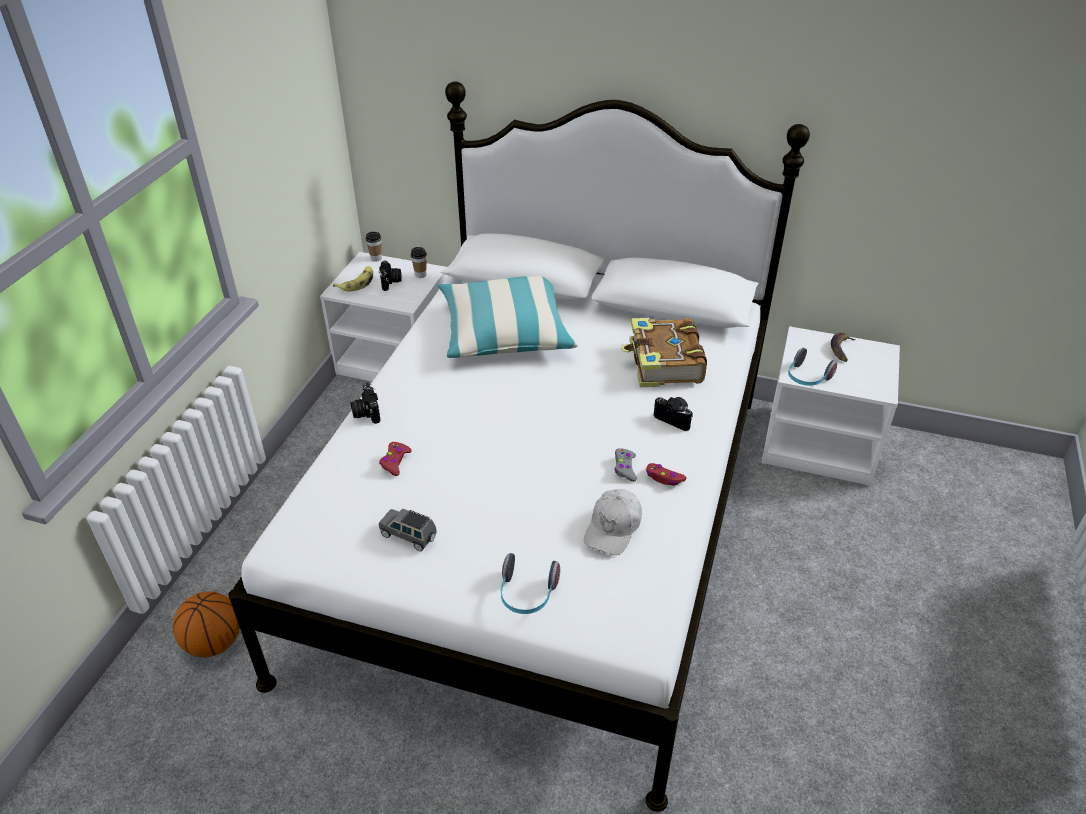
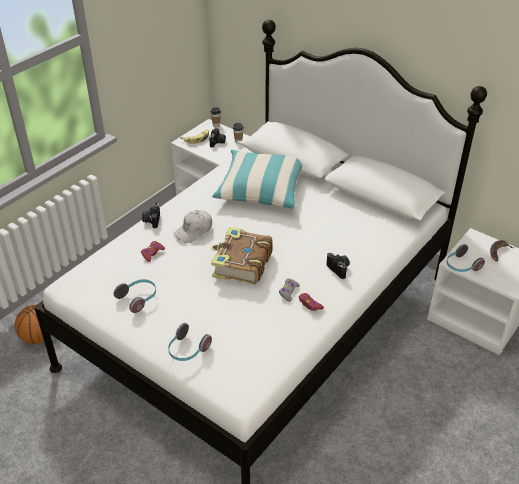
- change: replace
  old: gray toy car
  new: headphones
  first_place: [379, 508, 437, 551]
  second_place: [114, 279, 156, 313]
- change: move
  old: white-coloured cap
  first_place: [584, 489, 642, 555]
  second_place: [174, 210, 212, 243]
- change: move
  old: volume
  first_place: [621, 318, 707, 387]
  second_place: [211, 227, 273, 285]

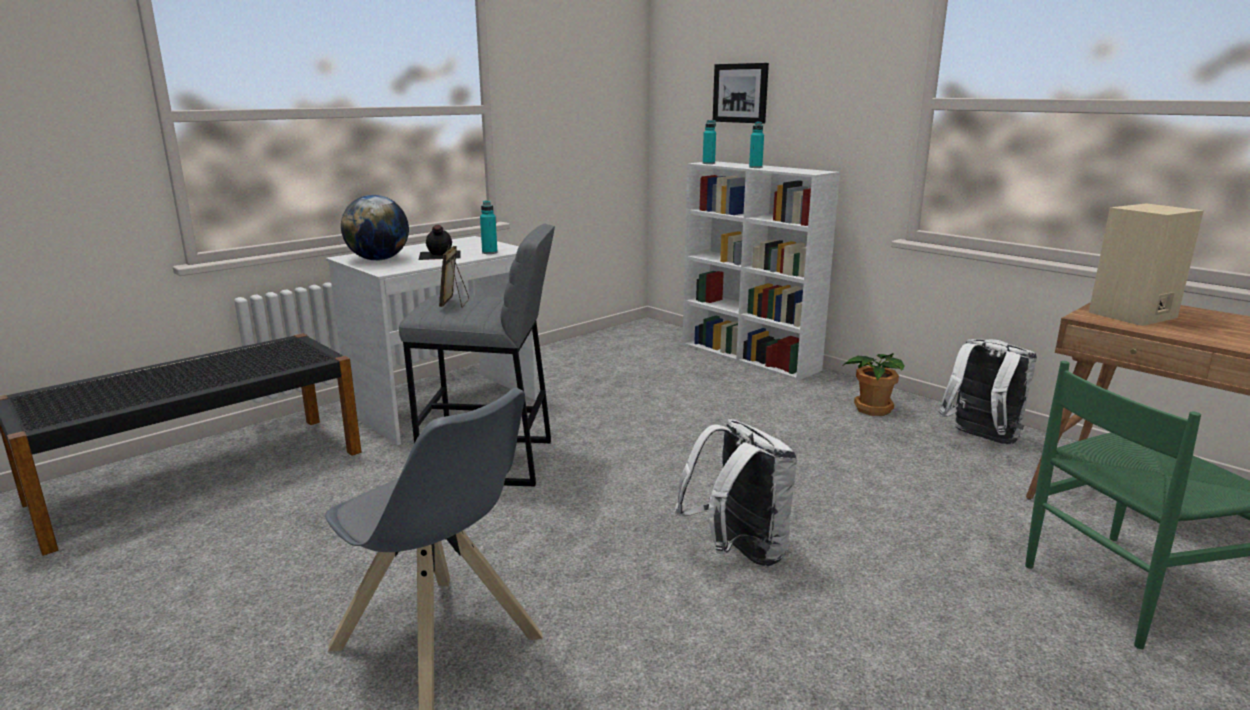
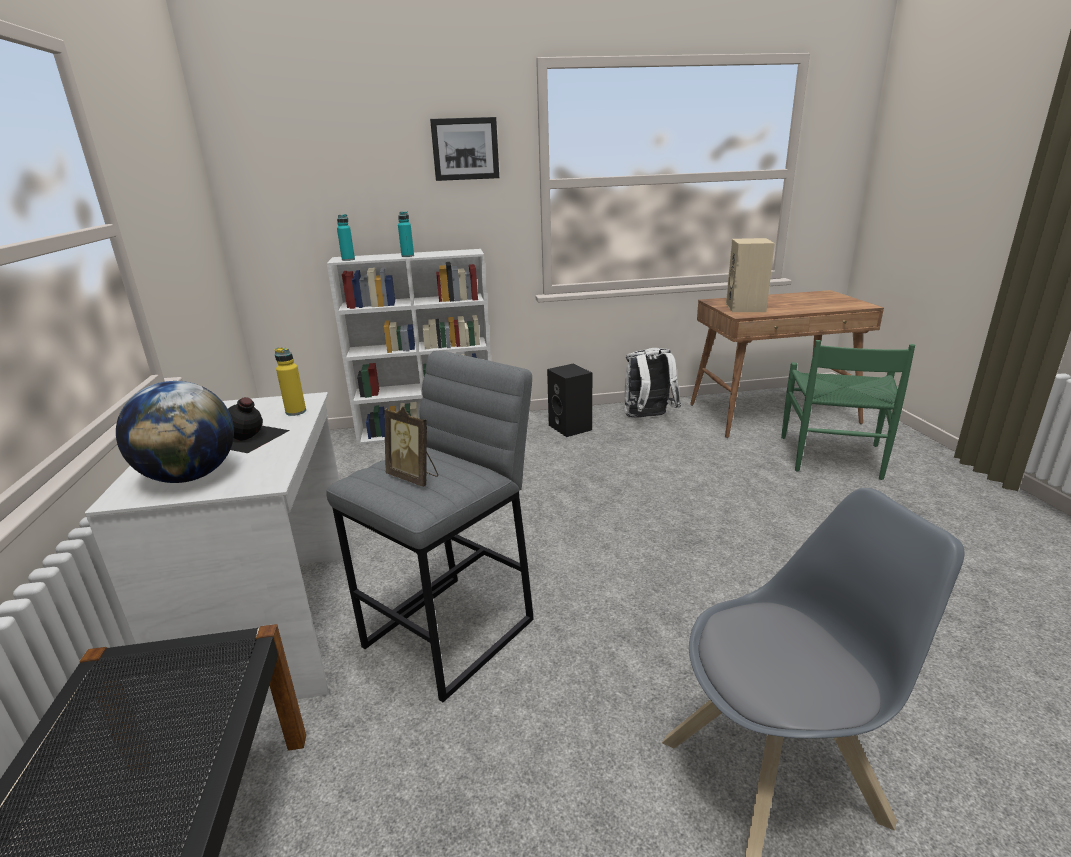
- change: recolor
  old: turquoise-coloured beverage bottle
  new: yellow-coloured beverage bottle
  first_place: [480, 200, 497, 254]
  second_place: [274, 348, 306, 416]
- change: move
  old: wall art
  first_place: [713, 63, 769, 124]
  second_place: [430, 117, 499, 181]
- change: replace
  old: potted plant
  new: black speaker
  first_place: [844, 353, 905, 416]
  second_place: [547, 364, 592, 437]
- change: delete
  old: white-coloured knapsack
  first_place: [675, 419, 797, 567]

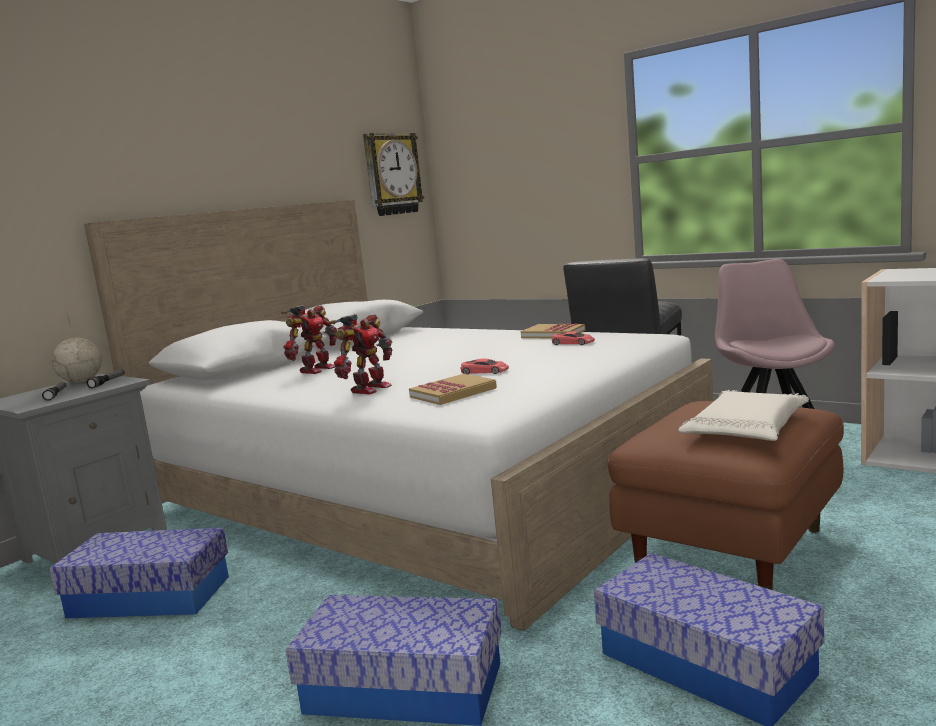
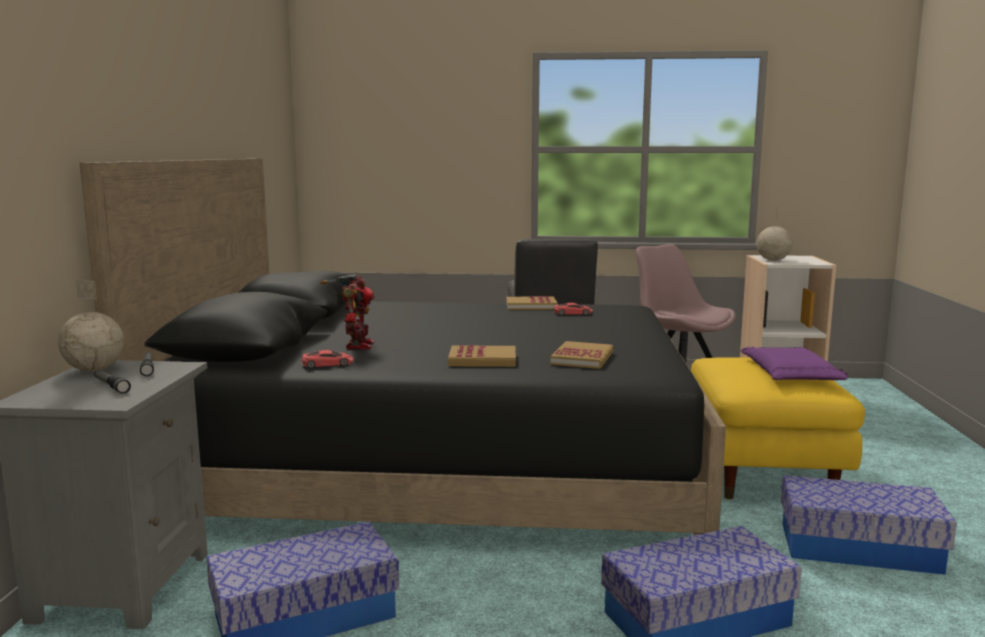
- change: recolor
  old: white-coloured bedroom bed
  new: black bedroom bed
  first_place: [84, 200, 713, 631]
  second_place: [80, 159, 726, 535]
- change: move
  old: reddish toy car
  first_place: [460, 359, 509, 374]
  second_place: [302, 350, 354, 368]
- change: replace
  old: toy robot
  new: volume
  first_place: [329, 314, 392, 395]
  second_place: [448, 345, 516, 367]
- change: recolor
  old: brownish footrest
  new: yellow-coloured footrest
  first_place: [607, 401, 844, 590]
  second_place: [691, 357, 865, 500]
- change: recolor
  old: white-coloured throw pillow
  new: purple-coloured throw pillow
  first_place: [678, 390, 809, 441]
  second_place: [741, 347, 848, 380]
- change: insert
  new: globe
  second_place: [756, 209, 793, 261]
- change: delete
  old: clock on the wall
  first_place: [363, 133, 425, 216]

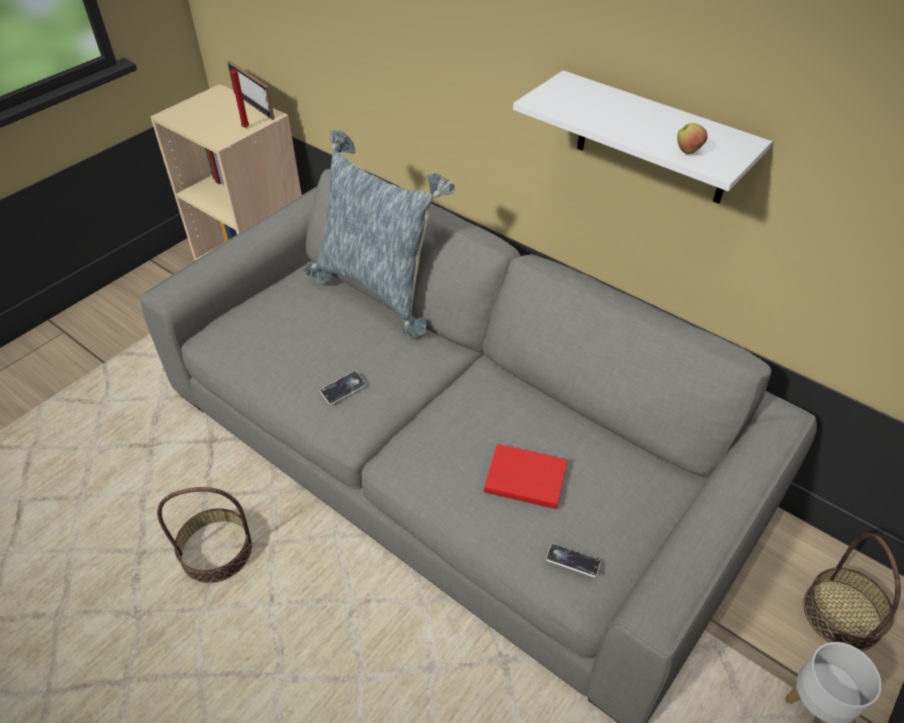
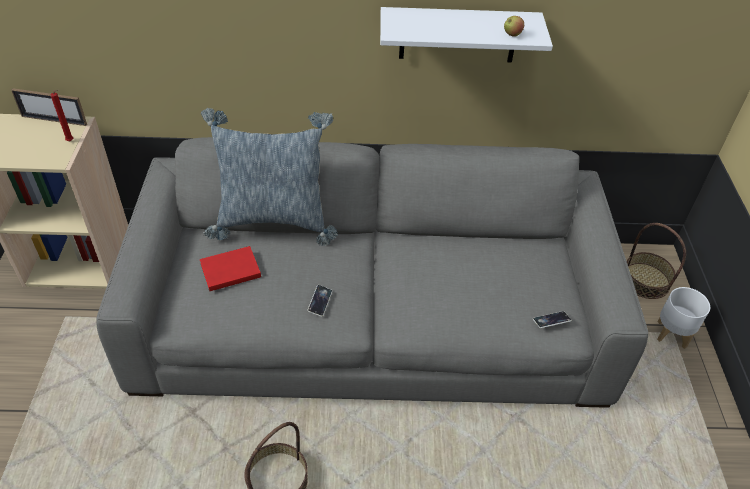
- change: move
  old: reddish volume
  first_place: [484, 444, 567, 509]
  second_place: [200, 246, 261, 291]

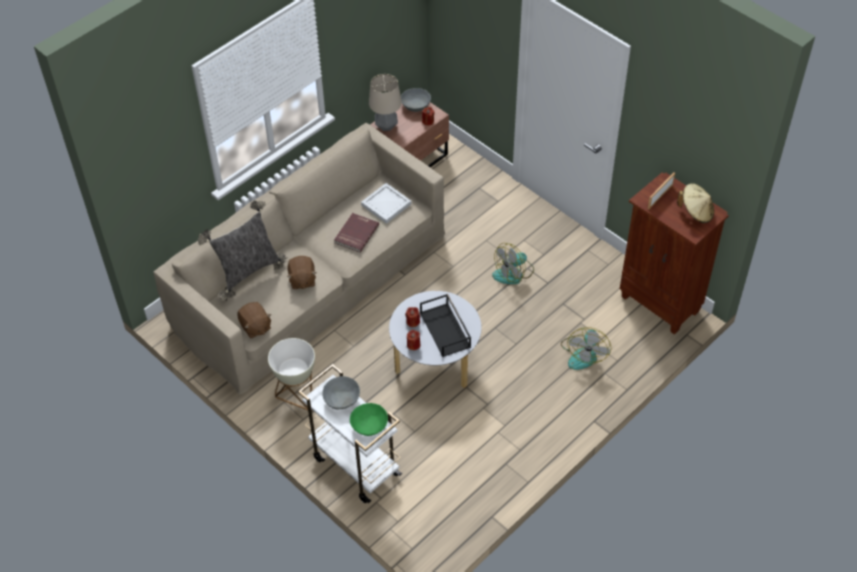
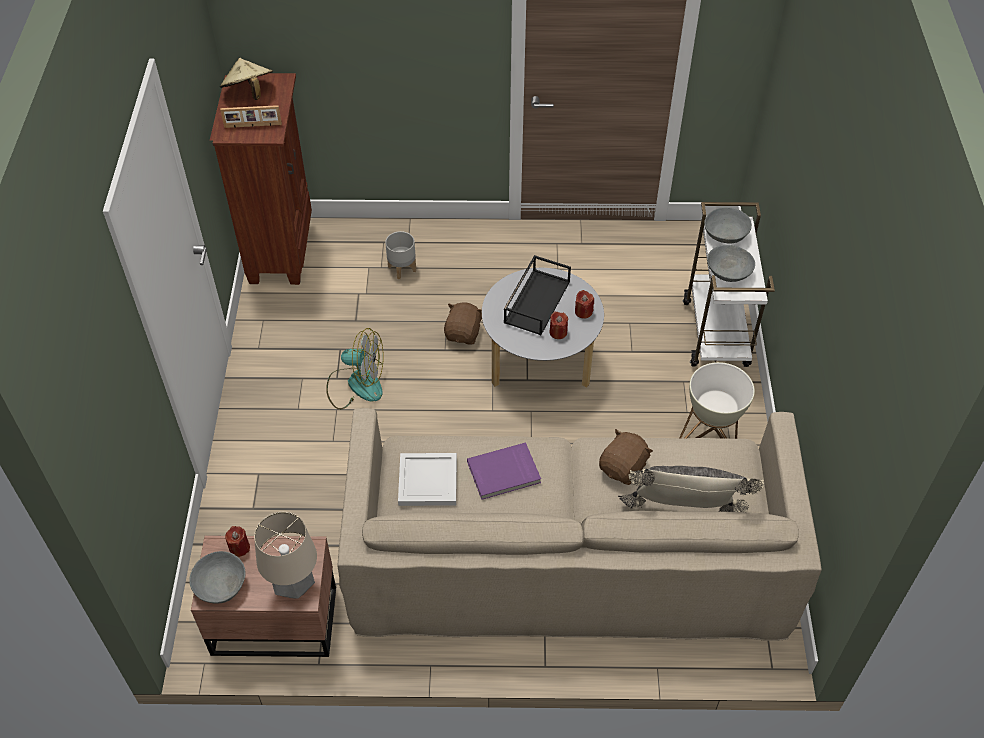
- change: replace
  old: cooling fan
  new: gray planter
  first_place: [561, 327, 611, 370]
  second_place: [385, 231, 416, 279]
- change: move
  old: brownish plush toy
  first_place: [237, 302, 272, 338]
  second_place: [444, 302, 482, 345]
- change: recolor
  old: reddish volume
  new: purple-coloured volume
  first_place: [334, 213, 379, 253]
  second_place: [467, 443, 541, 500]
- change: recolor
  old: green-coloured bowl
  new: gray bowl
  first_place: [350, 403, 388, 436]
  second_place: [704, 207, 752, 243]

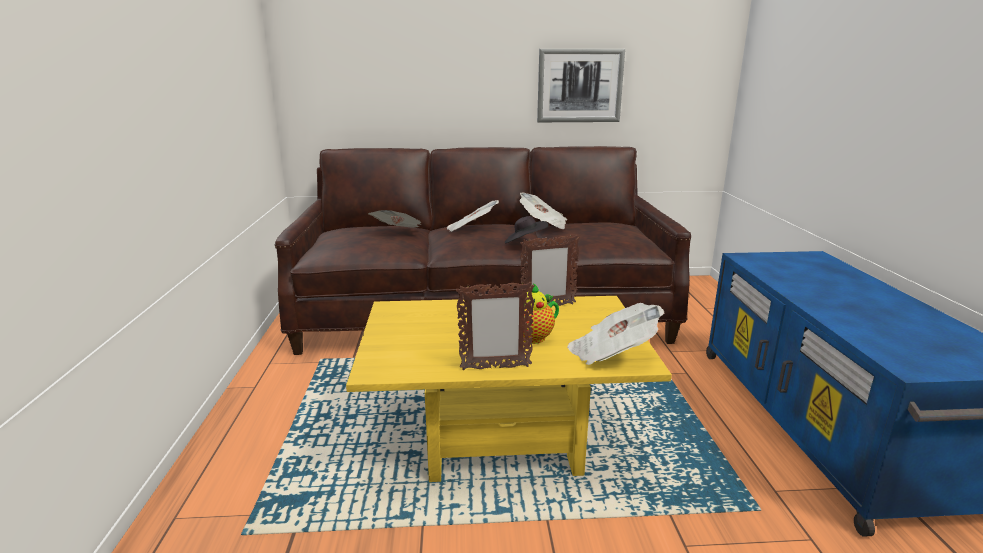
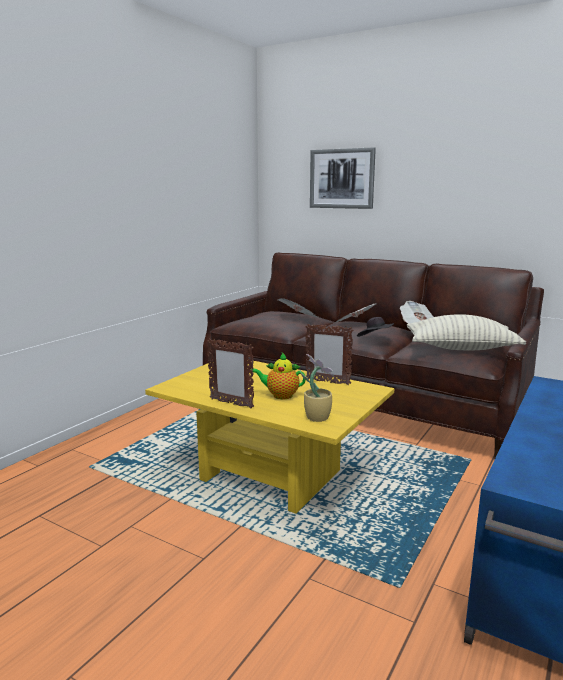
- change: replace
  old: daily paper
  new: potted plant
  first_place: [567, 303, 664, 365]
  second_place: [300, 354, 334, 422]
- change: move
  old: wall art
  first_place: [537, 49, 625, 122]
  second_place: [310, 147, 376, 209]
- change: insert
  new: throw pillow
  second_place: [407, 314, 526, 351]

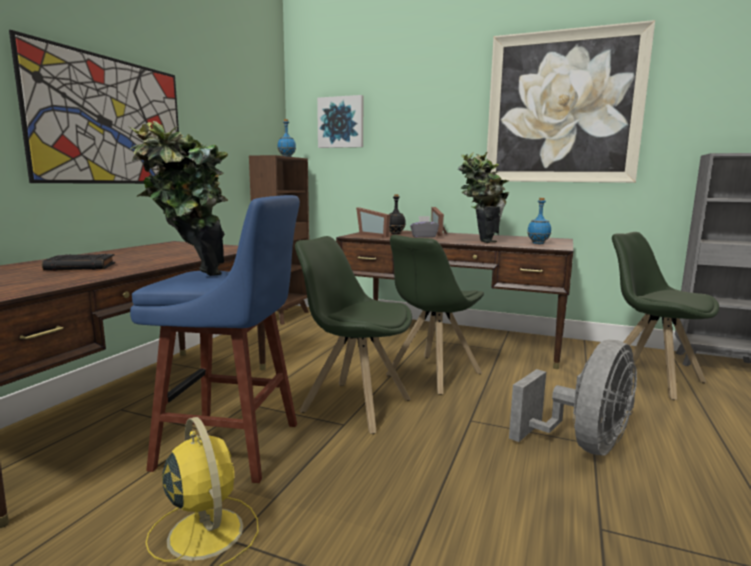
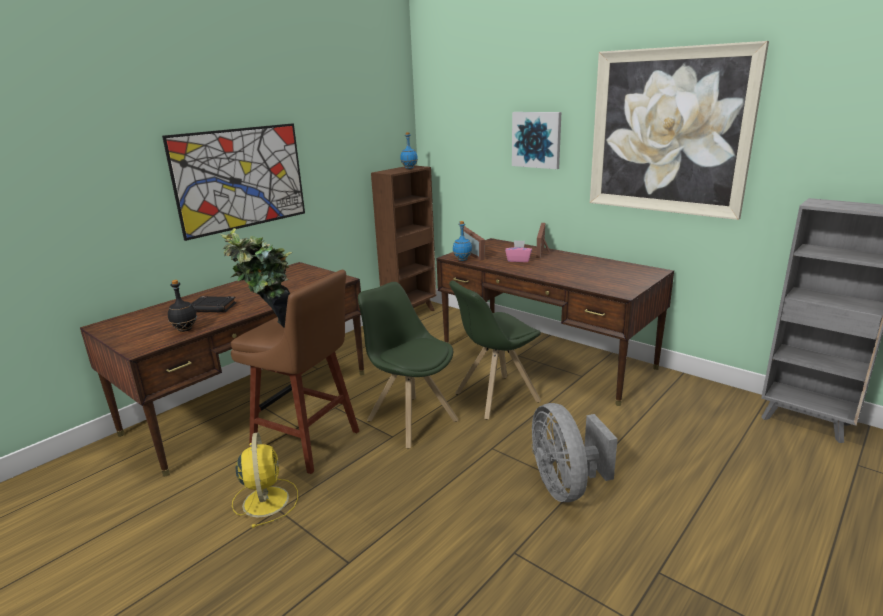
- change: move
  old: black beverage bottle
  first_place: [389, 194, 406, 234]
  second_place: [168, 280, 197, 332]
- change: recolor
  old: bluish stool seat
  new: brownish stool seat
  first_place: [130, 195, 300, 483]
  second_place: [231, 270, 359, 474]
- change: move
  old: bluish beverage bottle
  first_place: [527, 198, 551, 244]
  second_place: [453, 221, 472, 261]
- change: recolor
  old: gray tissue holder
  new: pink-coloured tissue holder
  first_place: [410, 216, 439, 238]
  second_place: [505, 240, 532, 262]
- change: move
  old: wall art
  first_place: [317, 95, 363, 148]
  second_place: [512, 112, 561, 169]
- change: rotate
  old: gray cooling fan
  first_place: [509, 340, 637, 456]
  second_place: [532, 403, 618, 502]
  degrees: 105
- change: delete
  old: potted plant
  first_place: [458, 152, 509, 243]
- change: delete
  old: green-coloured chair
  first_place: [612, 232, 719, 400]

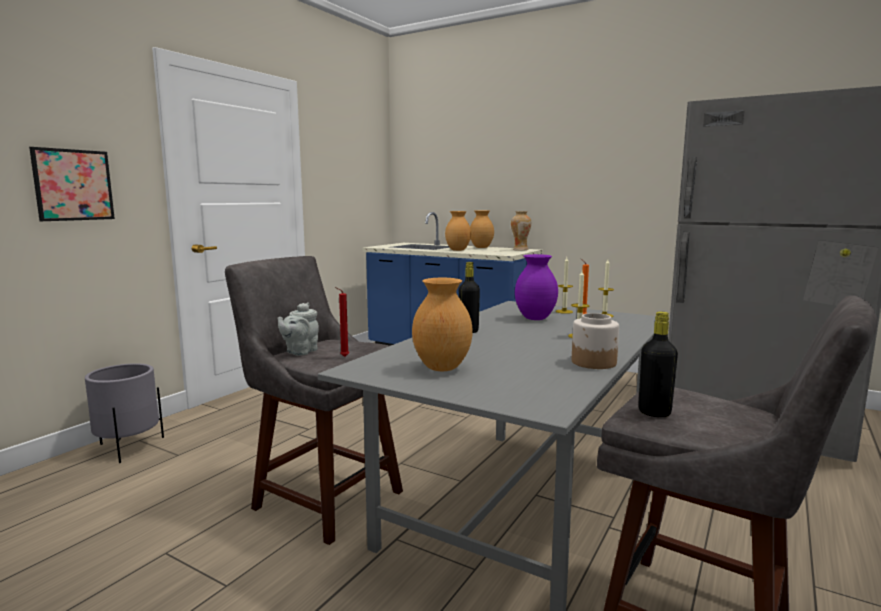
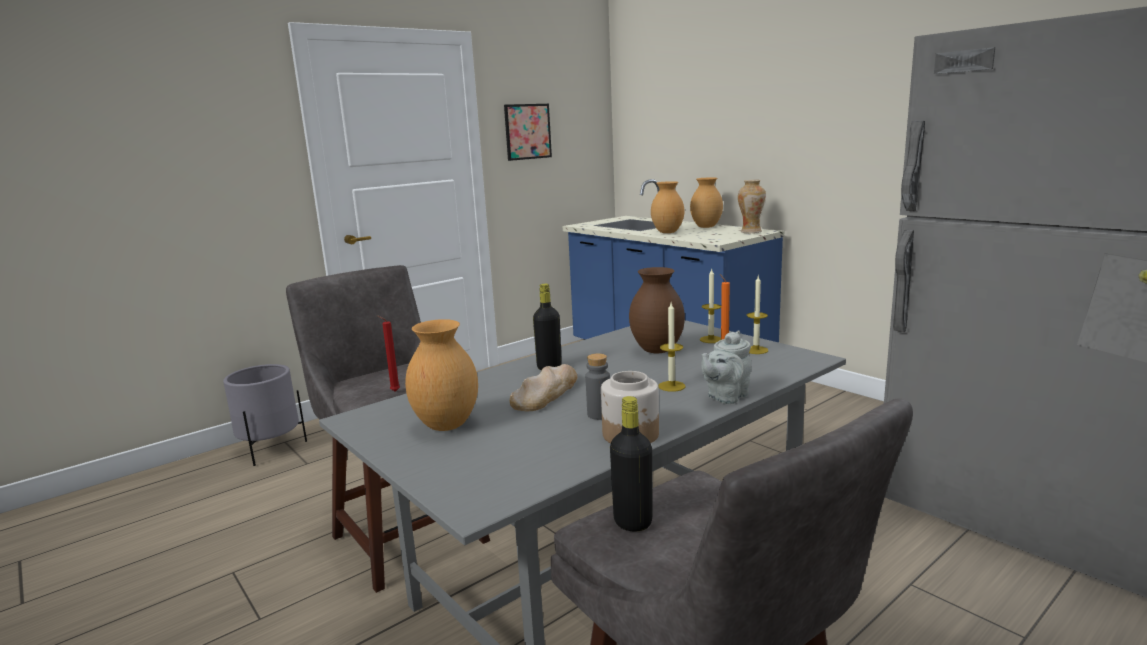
- change: move
  old: wall art
  first_place: [29, 147, 115, 221]
  second_place: [504, 104, 552, 161]
- change: insert
  new: bakery bread
  second_place: [510, 364, 578, 411]
- change: insert
  new: gray beverage bottle
  second_place: [586, 353, 610, 420]
- change: recolor
  old: purple-coloured vase
  new: brownish vase
  first_place: [515, 254, 558, 320]
  second_place: [629, 267, 685, 353]
- change: move
  old: gray tea pot
  first_place: [277, 302, 319, 356]
  second_place: [701, 330, 752, 404]

